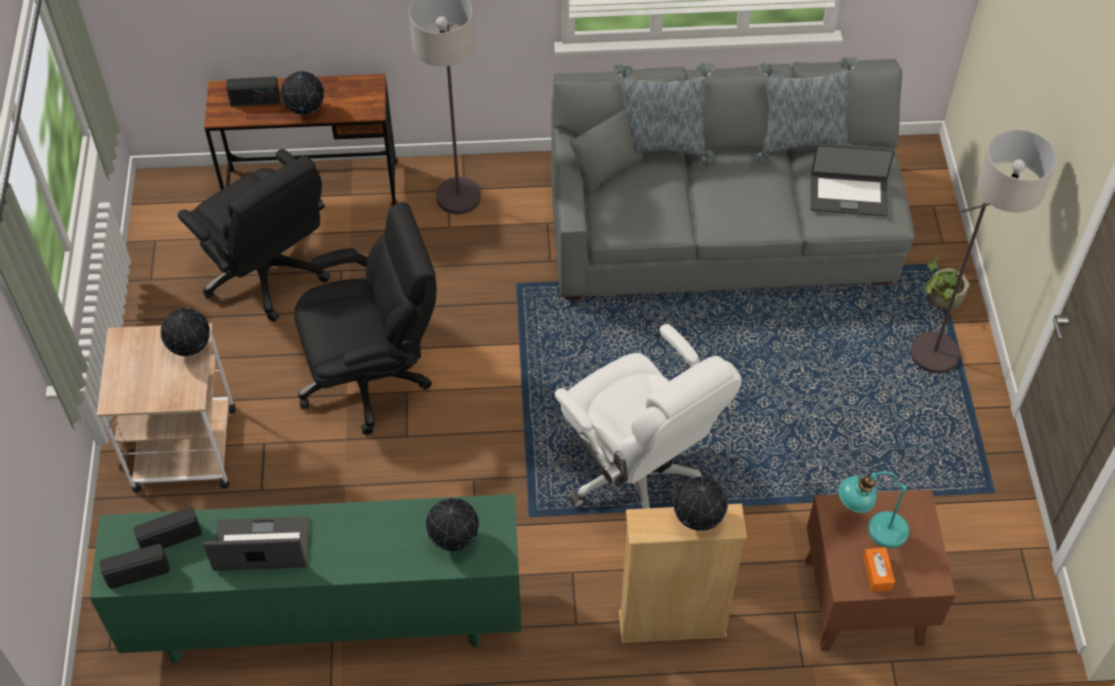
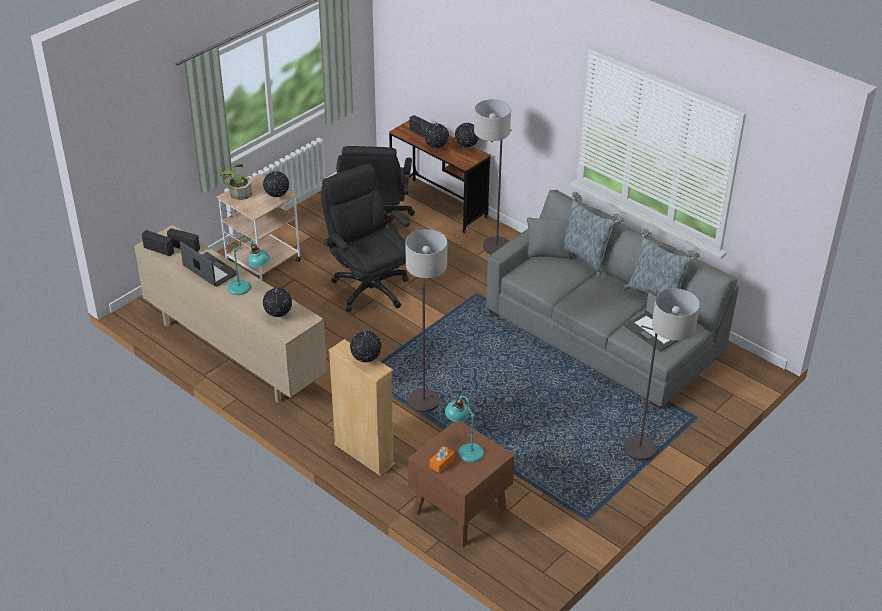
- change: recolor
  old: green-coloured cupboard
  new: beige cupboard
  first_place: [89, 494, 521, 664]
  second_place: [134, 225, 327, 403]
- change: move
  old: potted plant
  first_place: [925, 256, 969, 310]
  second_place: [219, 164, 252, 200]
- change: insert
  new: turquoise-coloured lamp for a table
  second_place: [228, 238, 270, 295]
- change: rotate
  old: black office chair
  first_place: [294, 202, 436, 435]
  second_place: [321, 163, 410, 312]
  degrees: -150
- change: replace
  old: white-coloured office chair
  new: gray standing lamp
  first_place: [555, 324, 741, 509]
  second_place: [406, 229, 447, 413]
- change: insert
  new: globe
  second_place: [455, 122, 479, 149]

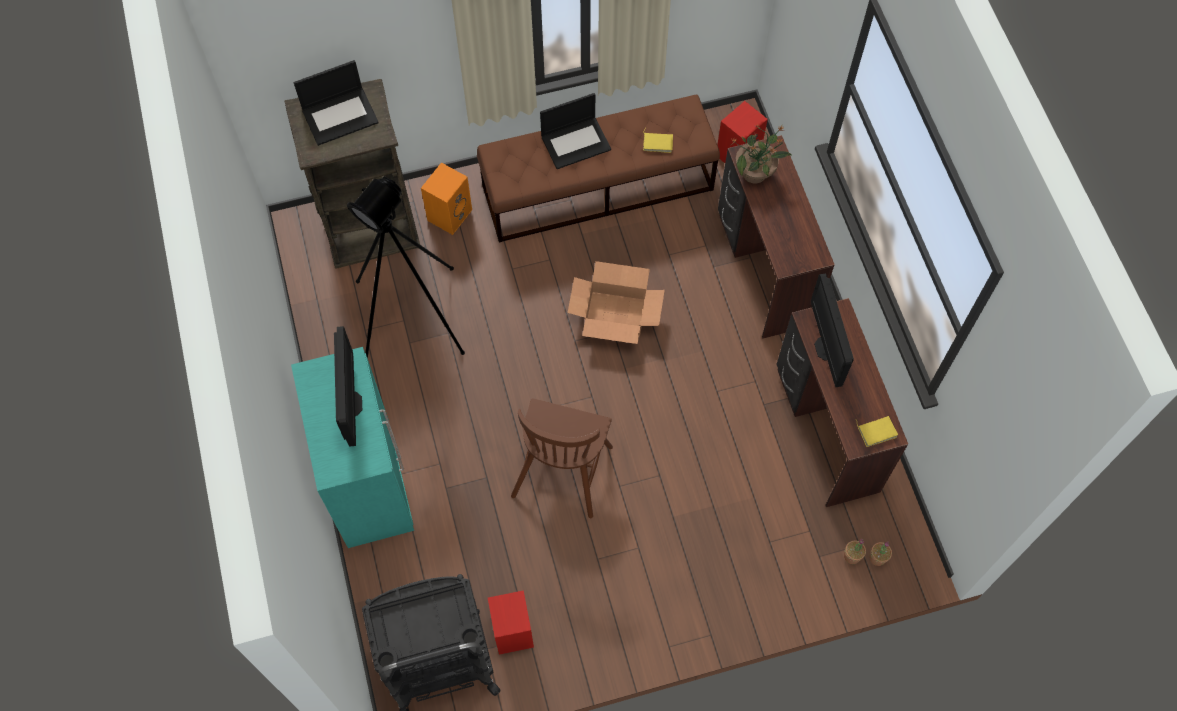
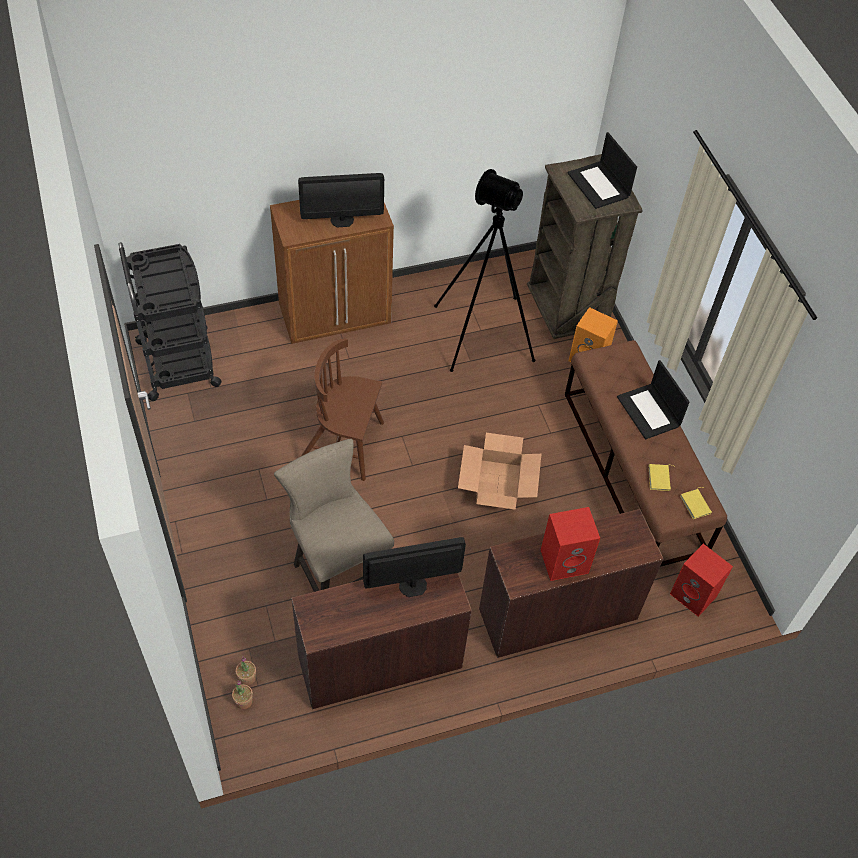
- change: recolor
  old: turquoise-coloured cupboard
  new: brownish cupboard
  first_place: [291, 347, 414, 548]
  second_place: [270, 200, 394, 344]
- change: insert
  new: beige stool seat
  second_place: [274, 439, 394, 592]
- change: move
  old: reddish speaker
  first_place: [488, 590, 534, 655]
  second_place: [541, 507, 600, 581]
- change: move
  old: yellow-coloured volume
  first_place: [856, 416, 898, 447]
  second_place: [680, 487, 712, 519]
- change: delete
  old: potted plant
  first_place: [730, 125, 791, 183]

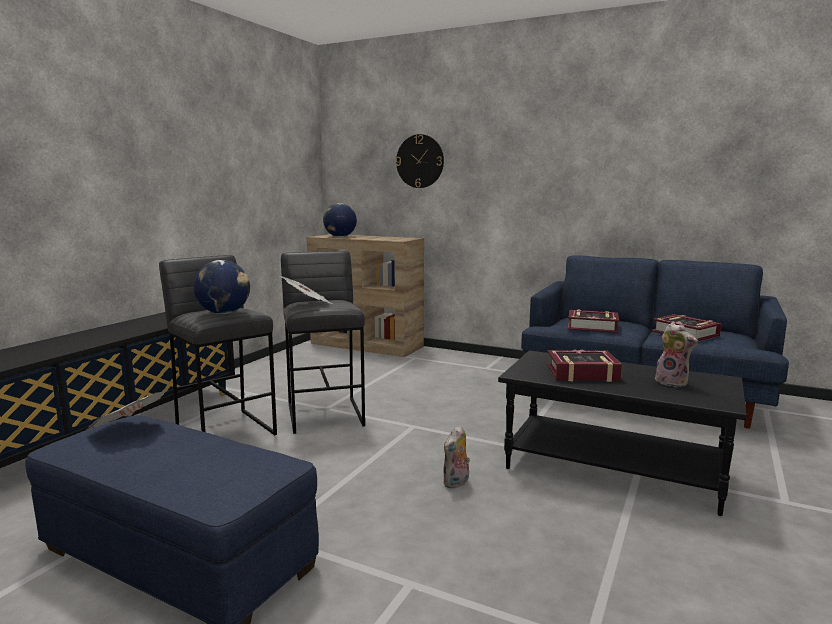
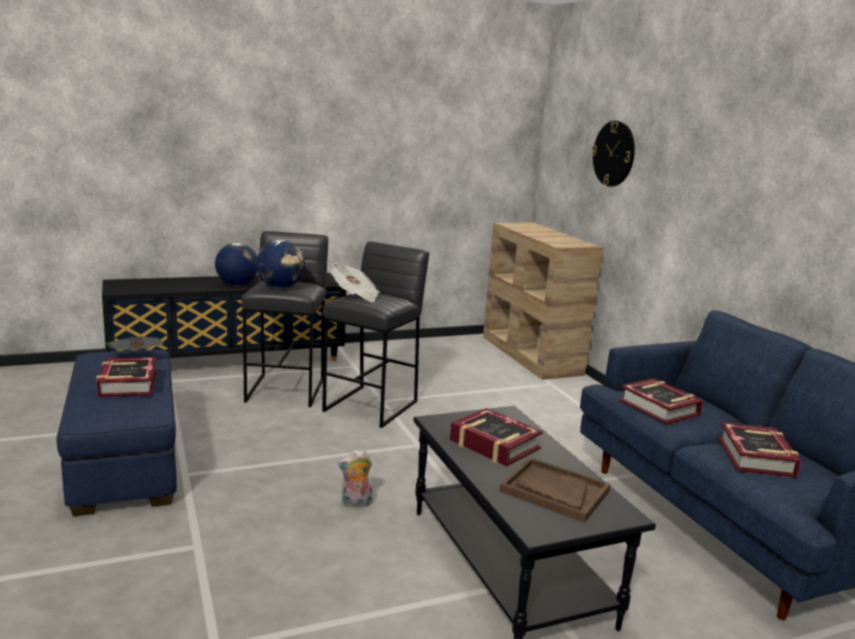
- change: insert
  new: volume
  second_place: [96, 357, 157, 397]
- change: move
  old: globe
  first_place: [323, 203, 357, 237]
  second_place: [215, 243, 257, 286]
- change: replace
  old: plush toy
  new: brownish carrying tray
  first_place: [655, 323, 698, 387]
  second_place: [499, 457, 611, 523]

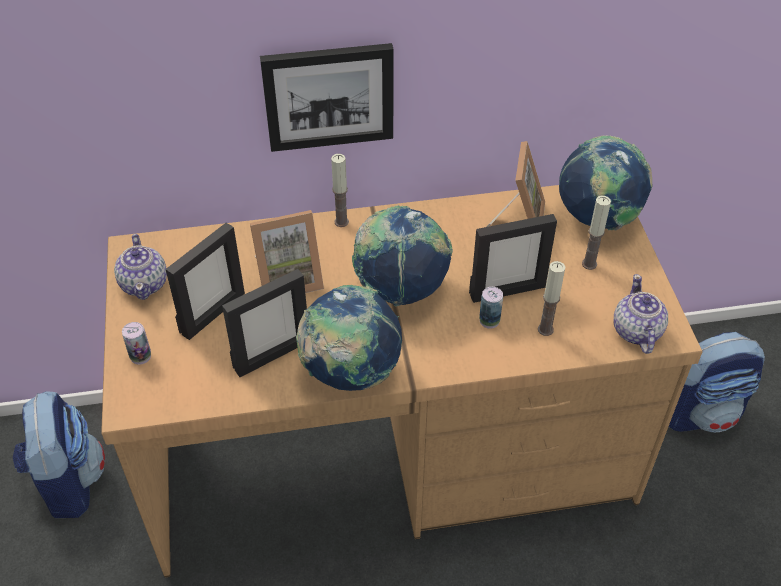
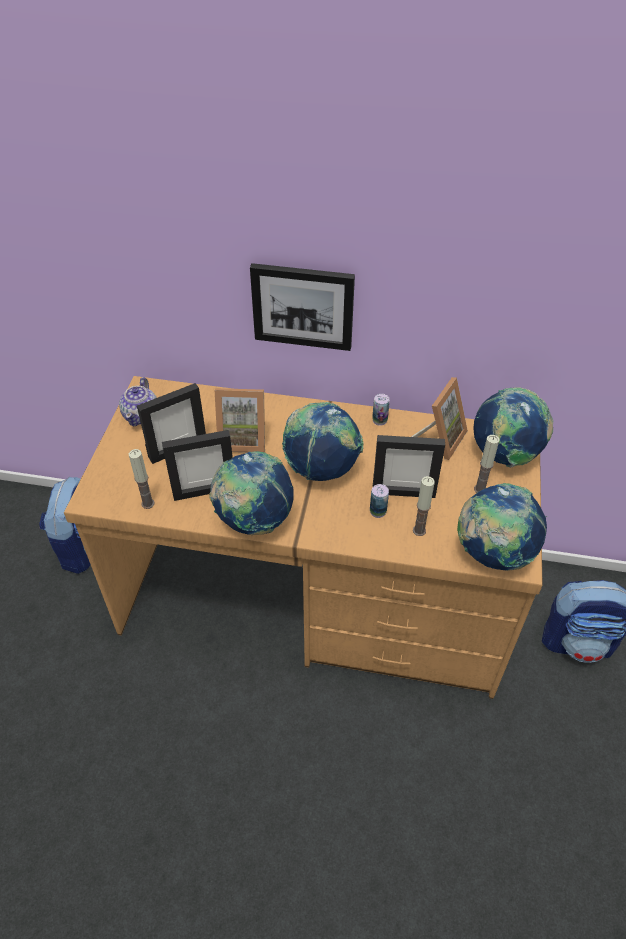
- change: move
  old: candle
  first_place: [331, 154, 349, 227]
  second_place: [129, 449, 155, 509]
- change: move
  old: sealed can
  first_place: [122, 322, 151, 365]
  second_place: [372, 394, 390, 426]
- change: replace
  old: tea pot
  new: globe
  first_place: [614, 274, 668, 354]
  second_place: [457, 483, 547, 571]

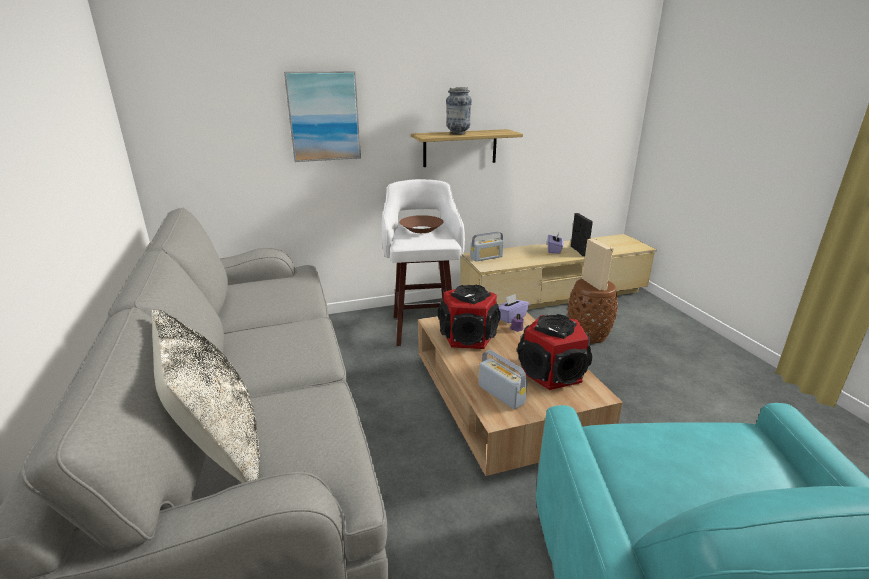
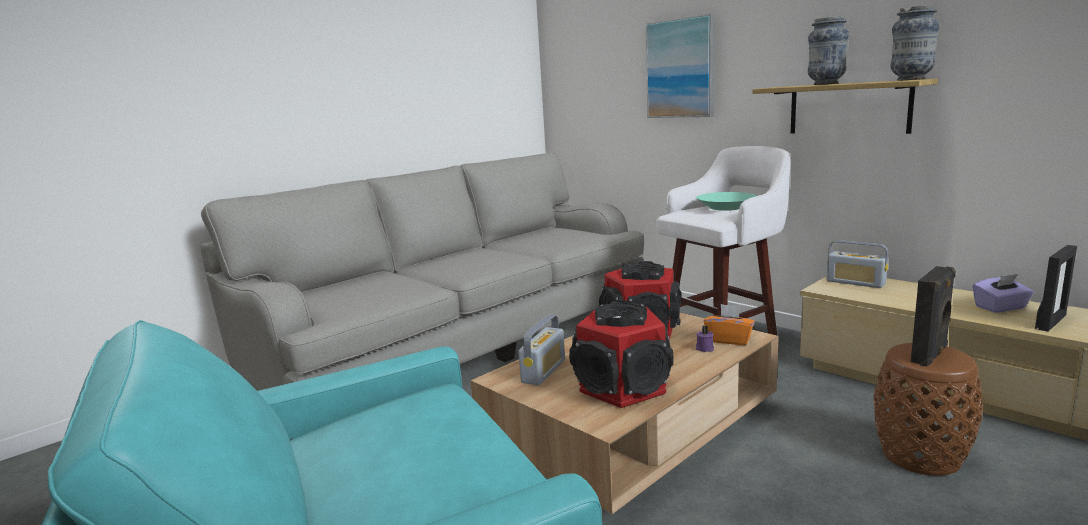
- change: recolor
  old: brownish bowl
  new: turquoise-coloured bowl
  first_place: [399, 215, 444, 233]
  second_place: [696, 192, 757, 211]
- change: recolor
  old: purple-coloured tissue holder
  new: orangey tissue holder
  first_place: [499, 294, 529, 324]
  second_place: [704, 304, 755, 345]
- change: insert
  new: vase
  second_place: [890, 5, 940, 81]
- change: recolor
  old: beige speaker
  new: black speaker
  first_place: [582, 238, 614, 291]
  second_place: [911, 266, 956, 367]
- change: delete
  old: beige throw pillow
  first_place: [151, 309, 260, 483]

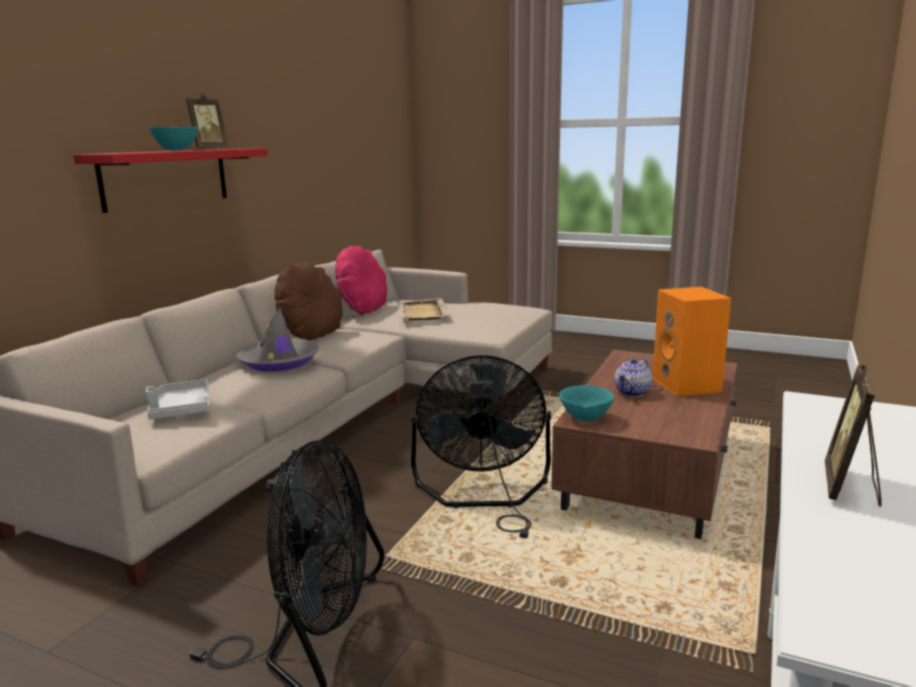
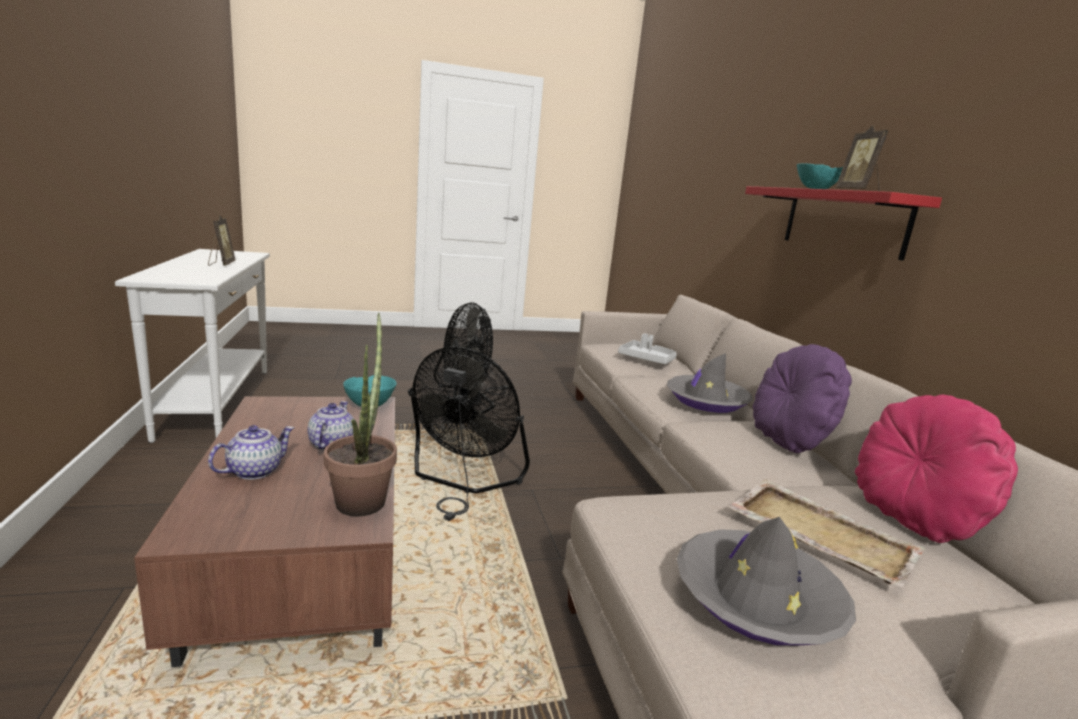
- change: replace
  old: orangey speaker
  new: tea pot
  first_place: [652, 287, 731, 396]
  second_place: [208, 425, 294, 480]
- change: insert
  new: potted plant
  second_place: [324, 313, 397, 516]
- change: rotate
  old: black cooling fan
  first_place: [411, 355, 551, 539]
  second_place: [408, 347, 530, 521]
  degrees: -120
- change: insert
  new: gray wearable hat
  second_place: [677, 517, 856, 645]
- change: recolor
  old: brownish throw pillow
  new: purple-coloured throw pillow
  first_place: [274, 262, 343, 340]
  second_place: [753, 344, 852, 453]

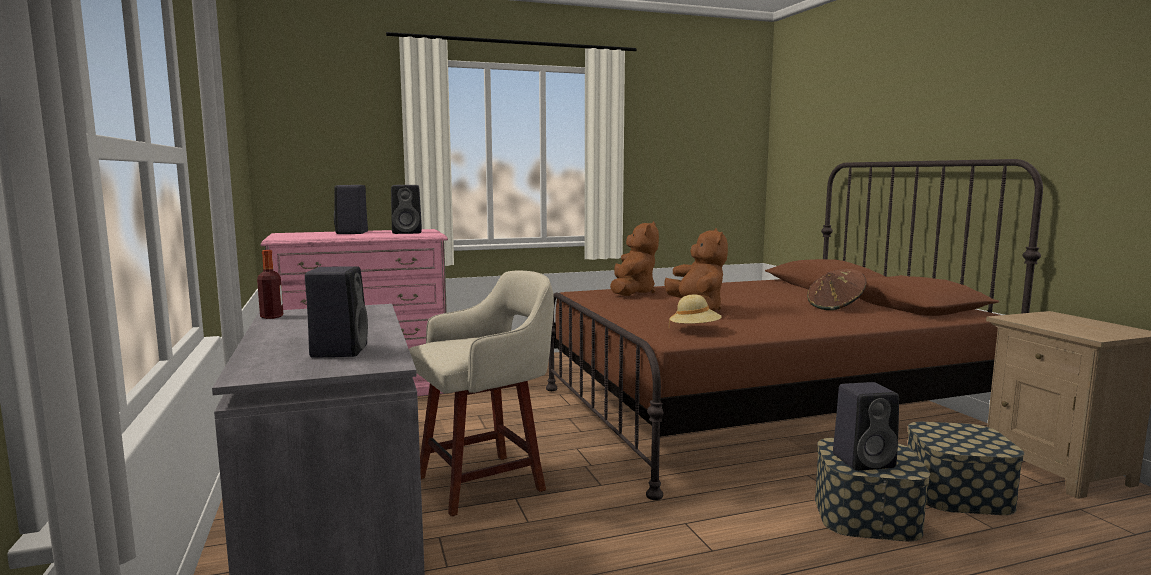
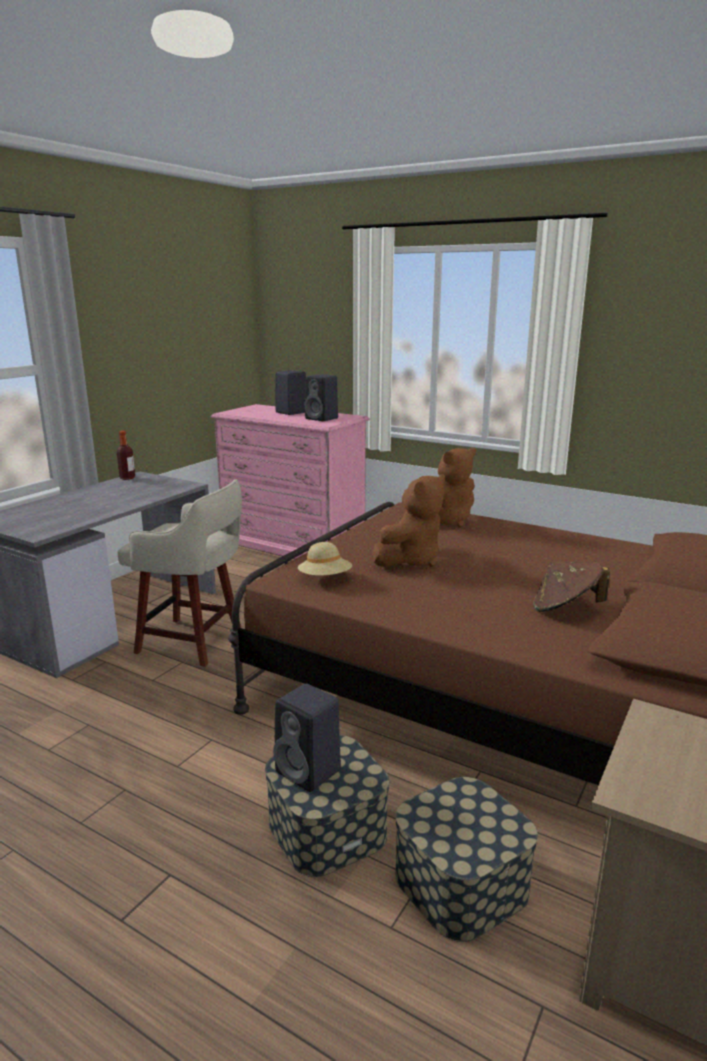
- change: delete
  old: black speaker
  first_place: [305, 266, 368, 358]

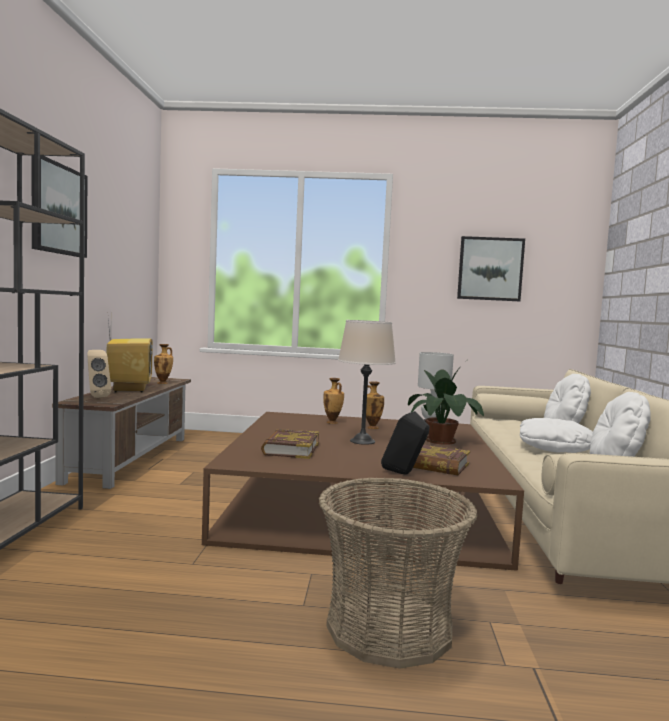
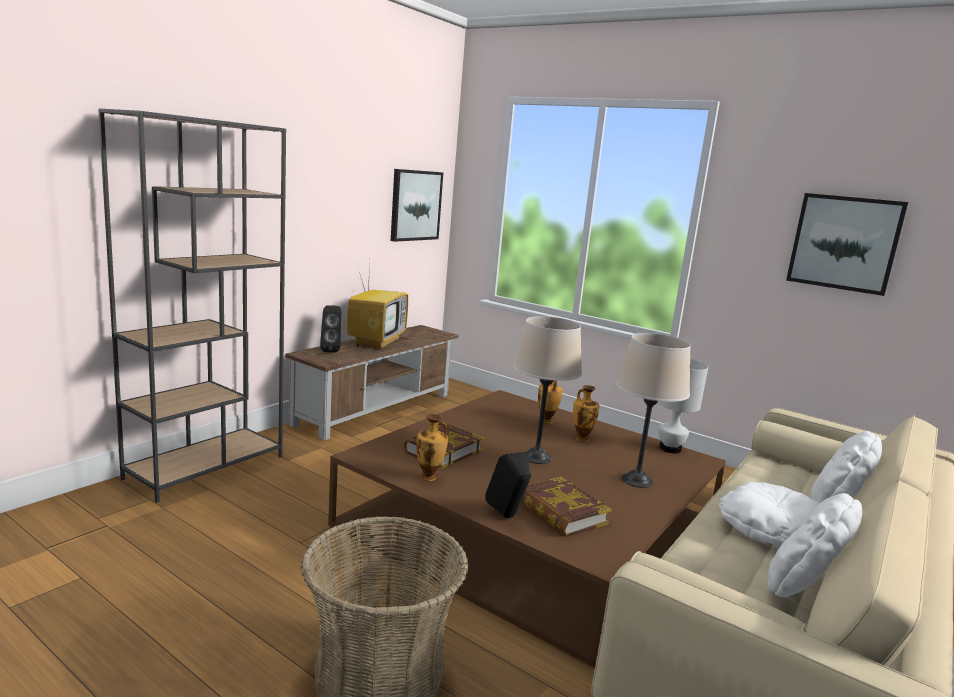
- change: recolor
  old: beige speaker
  new: black speaker
  first_place: [87, 350, 111, 398]
  second_place: [320, 305, 341, 353]
- change: move
  old: wall art
  first_place: [31, 155, 87, 258]
  second_place: [391, 169, 443, 242]
- change: move
  old: vase
  first_place: [154, 344, 173, 384]
  second_place: [416, 414, 448, 481]
- change: replace
  old: potted plant
  new: beige lamp for a table
  first_place: [408, 361, 484, 445]
  second_place: [616, 333, 691, 488]

